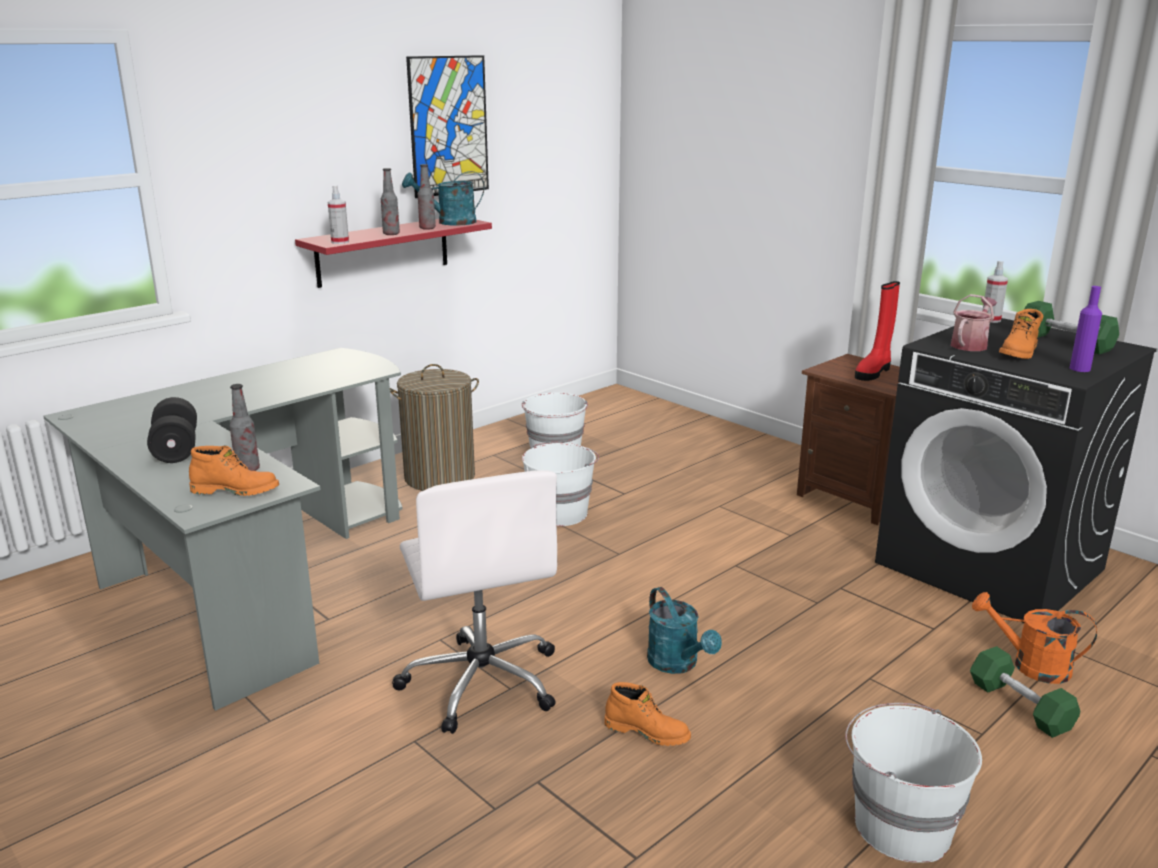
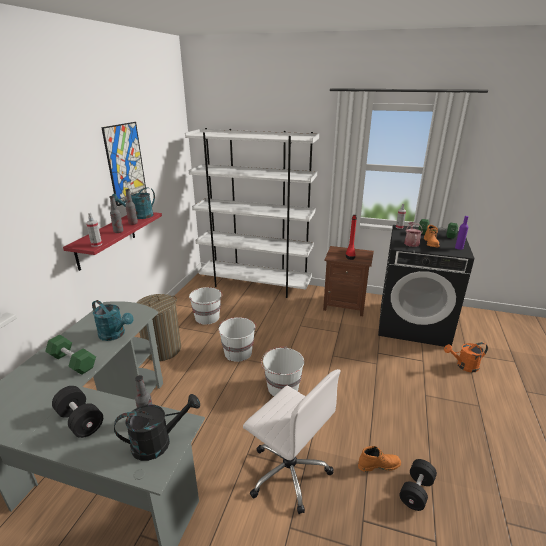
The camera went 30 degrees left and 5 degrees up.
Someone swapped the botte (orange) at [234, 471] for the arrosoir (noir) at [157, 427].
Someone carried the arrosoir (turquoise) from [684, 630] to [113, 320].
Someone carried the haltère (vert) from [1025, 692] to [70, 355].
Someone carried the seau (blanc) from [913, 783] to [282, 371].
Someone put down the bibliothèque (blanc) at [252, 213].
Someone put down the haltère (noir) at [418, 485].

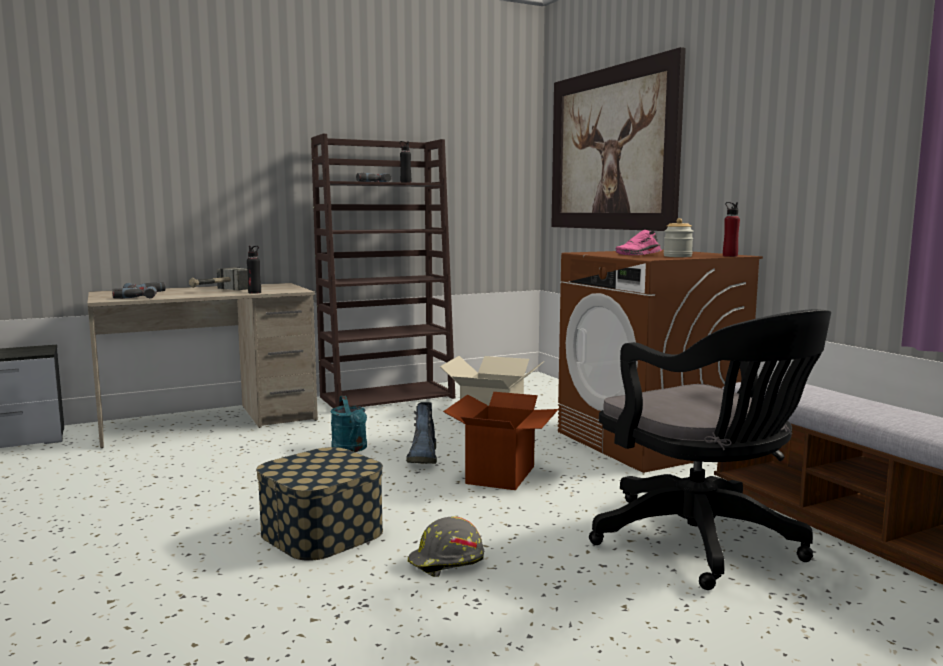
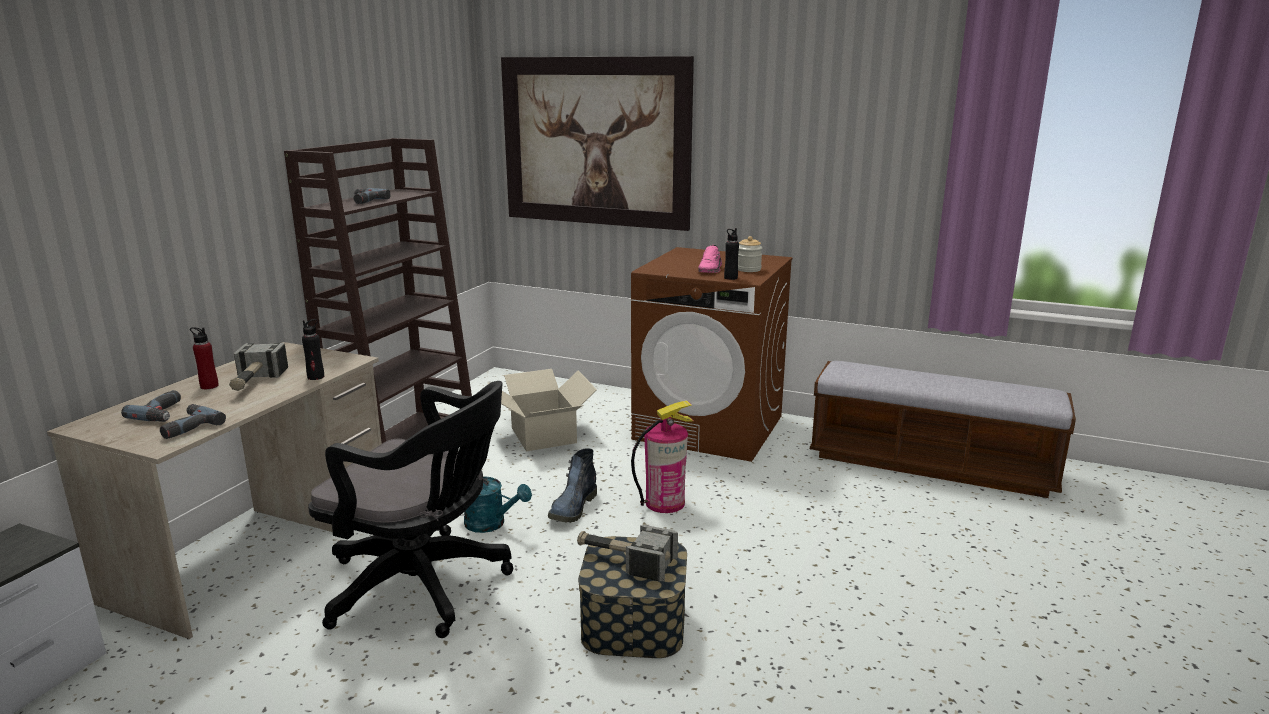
The camera went 40 degrees left and 10 degrees up.
Someone carried the bouteille (noir) from [405, 162] to [731, 254].
Someone carried the bouteille (rouge) from [731, 229] to [204, 358].
Someone carried the chaise de bureau (noir) from [710, 449] to [411, 509].
Someone swapped the carton at [501, 441] for the extincteur at [662, 457].
Someone rotated the botte at [421, 433] by 60 degrees clockwise.
Someone took away the casque de chantier (gris) at [446, 546].
Someone put down the marteau at [627, 553].

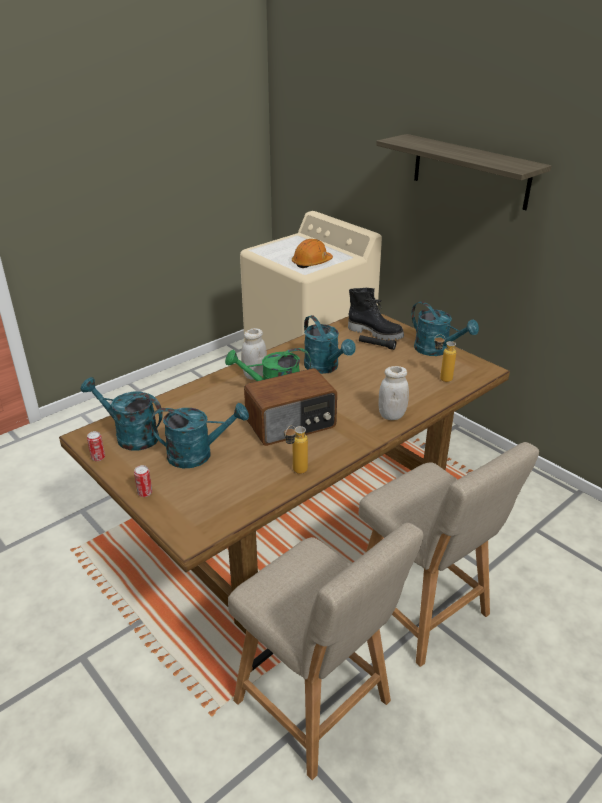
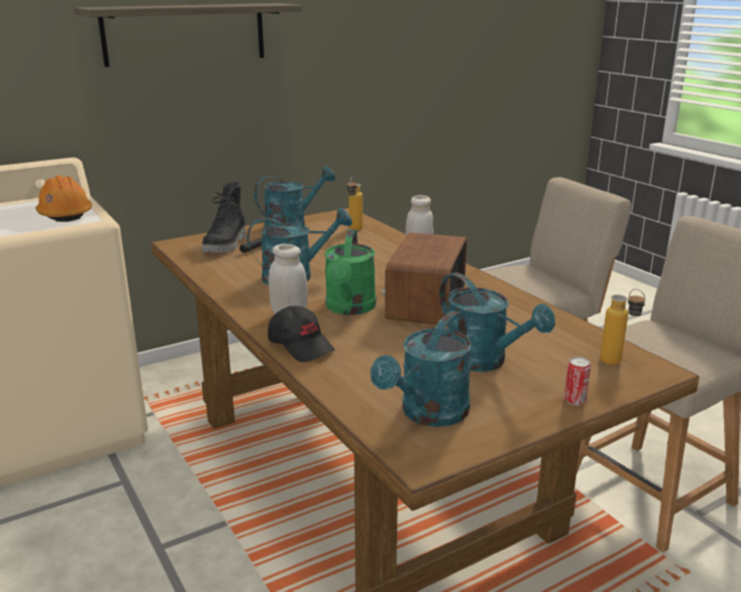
The camera went 80 degrees left and 10 degrees down.
Someone rotated the botte (noir) at [376, 314] by 150 degrees clockwise.
Someone rotated the radio at [290, 407] by 150 degrees counterclockwise.
Someone rotated the arrosoir (turquoise) at [199, 435] by 135 degrees clockwise.
Someone carried the bouteille from [296, 449] to [622, 327].
Someone took away the boîte métallique at [96, 446].
Someone put down the casquette (noir) at [301, 334].

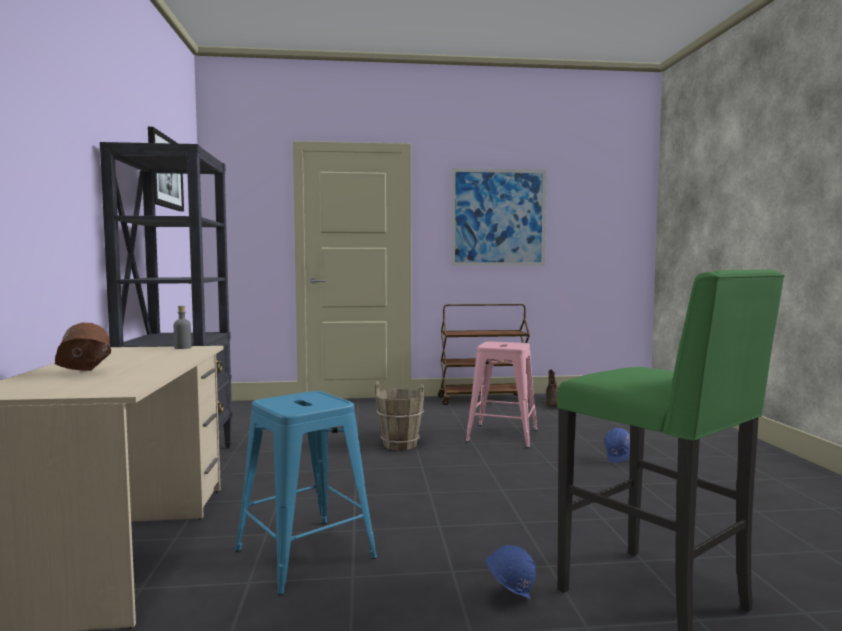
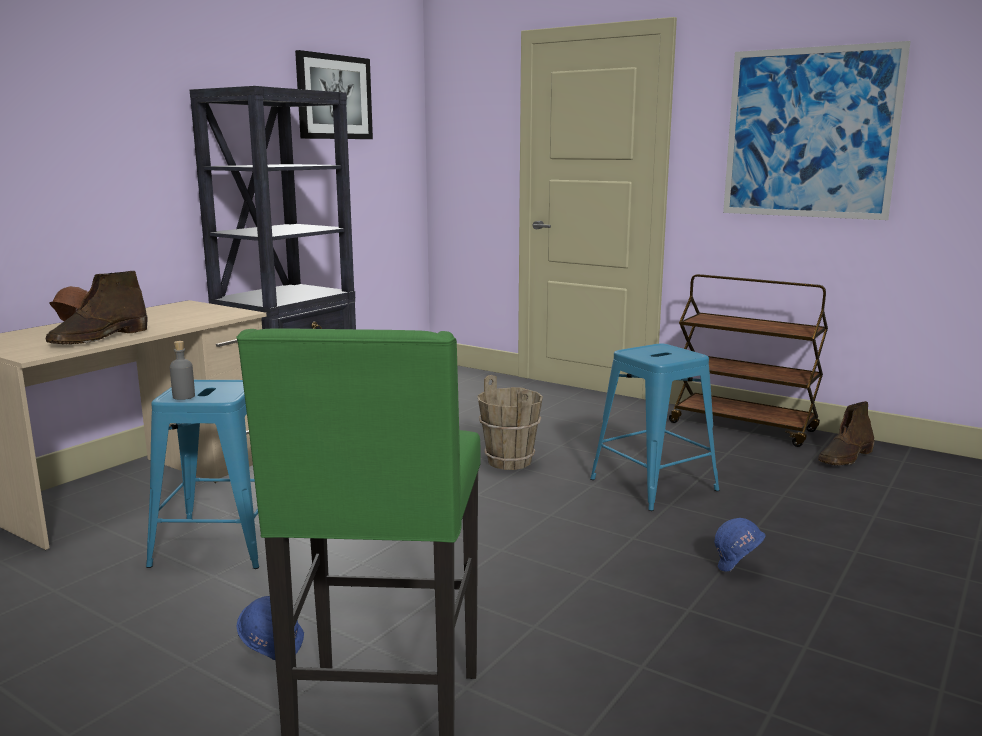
The camera went 40 degrees right and 10 degrees up.
Someone carried the bouteille (gris) from [182, 327] to [182, 370].
Someone repainted the tabouret (rose) at [501, 394], which became the tabouret (bleu) at [654, 427].
Someone put down the botte (marron) at [96, 307].

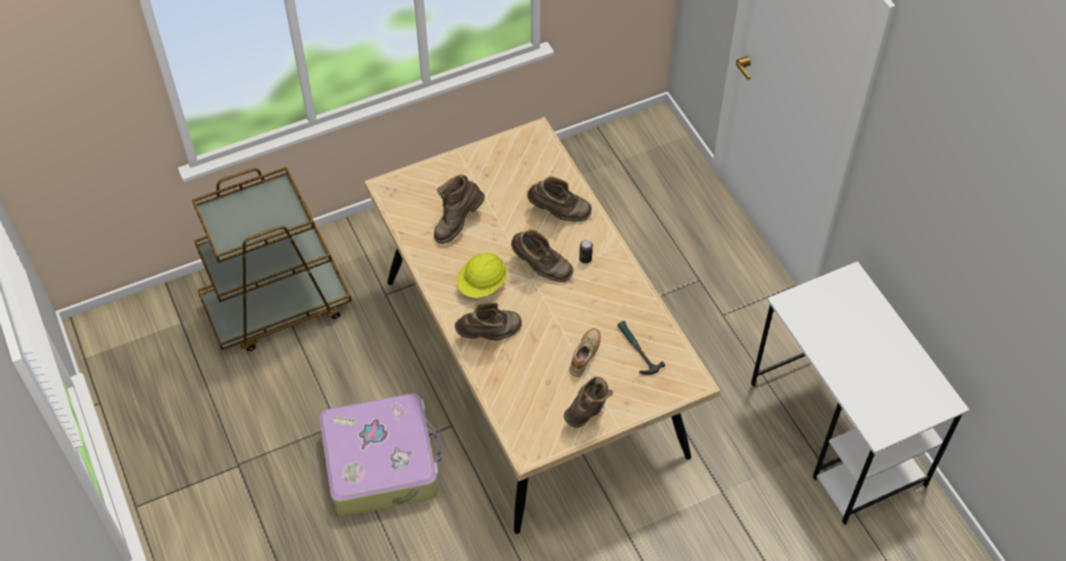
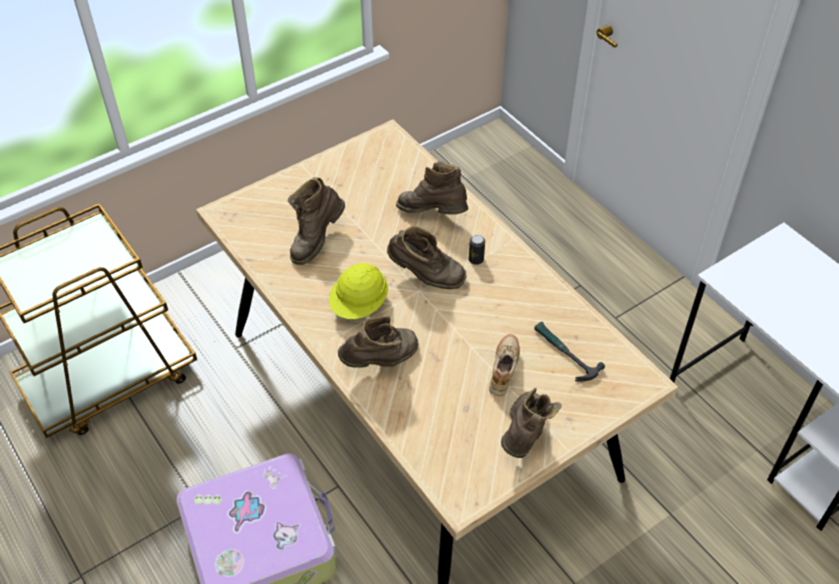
The camera went 10 degrees left and 5 degrees down.
Someone rotated the botte (marron) at [559, 198] by 150 degrees counterclockwise.

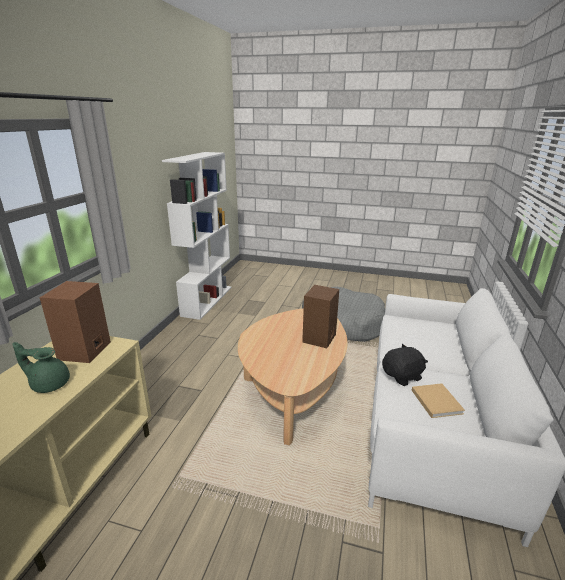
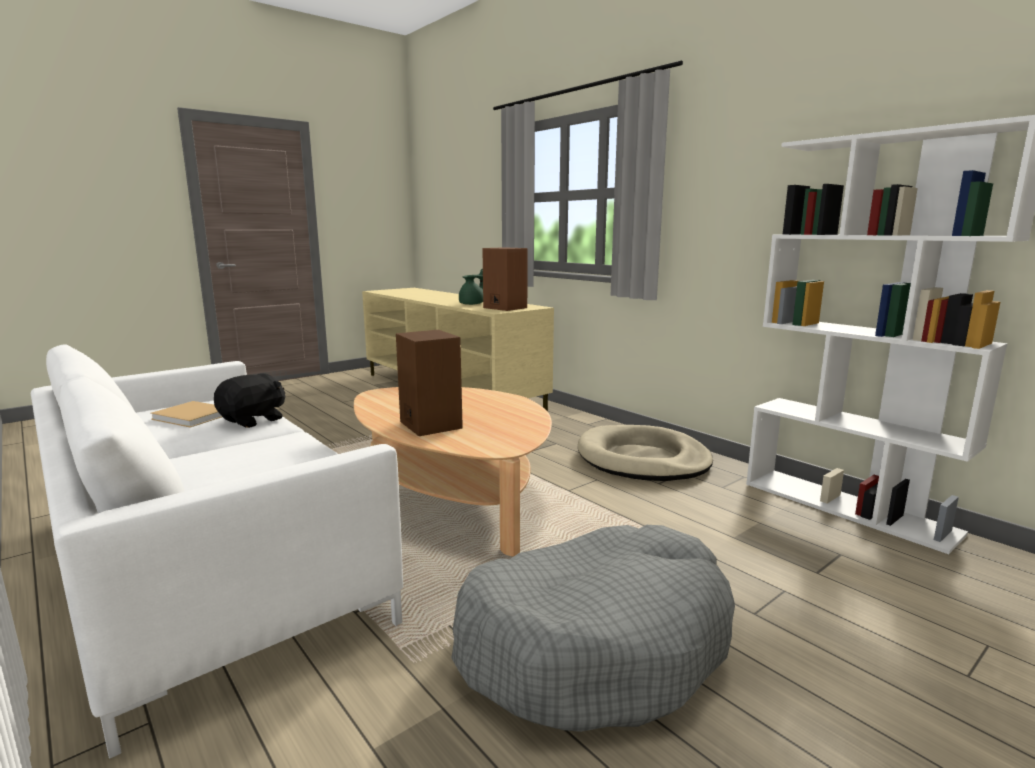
The camera went 125 degrees right and 10 degrees down.
Someone rotated the peluche (noir) at [405, 365] by 150 degrees counterclockwise.
Someone put down the panier pour chien (beige) at [645, 453].

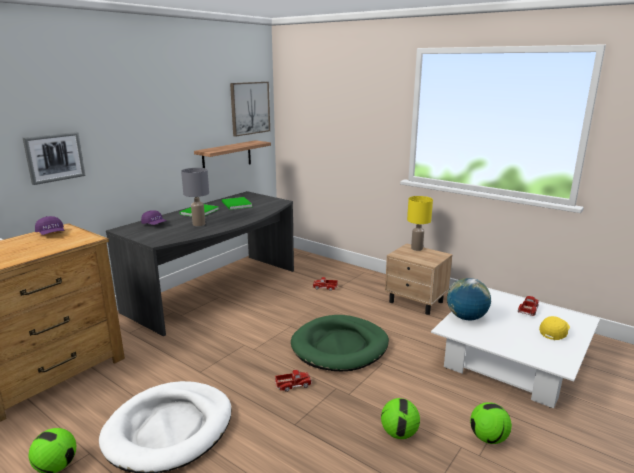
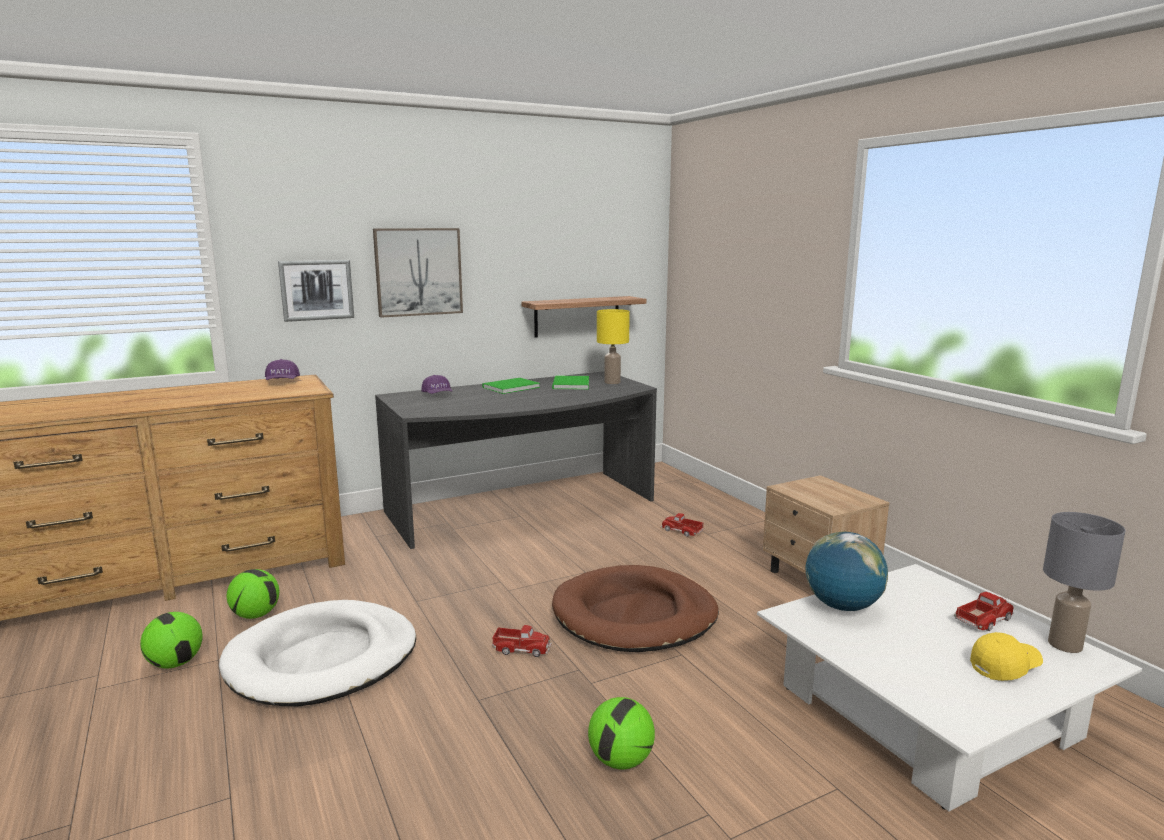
The camera went 25 degrees right and 5 degrees down.
Someone carried the tableau from [250, 109] to [418, 273].
Someone carried the lampe de table (gris) from [195, 197] to [1084, 582].
Someone carried the lampe de table (jaune) from [420, 223] to [613, 346].
Someone repainted the panier pour chien (vert) at [340, 343], which became the panier pour chien (marron) at [635, 608].
Someone carried the ballon de foot from [491, 423] to [253, 594].

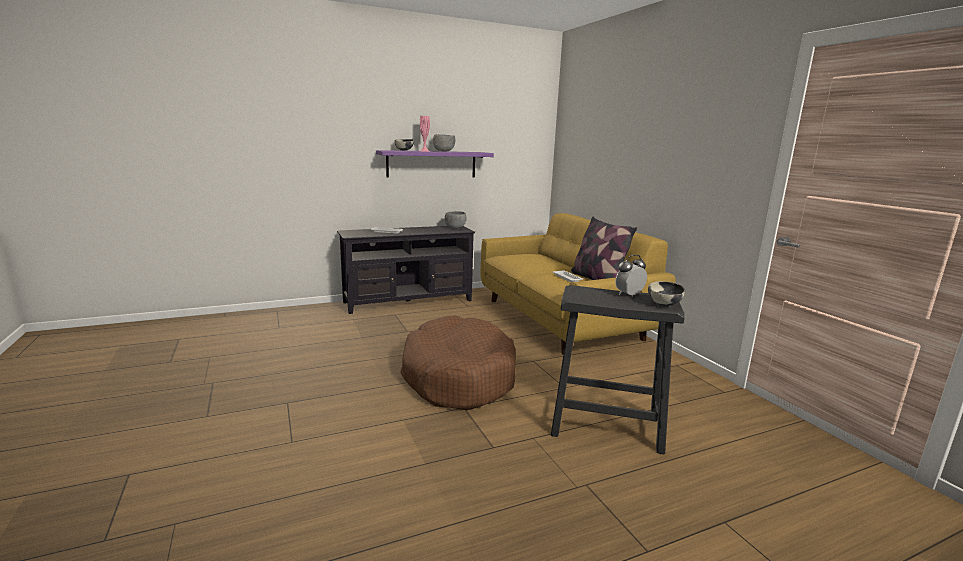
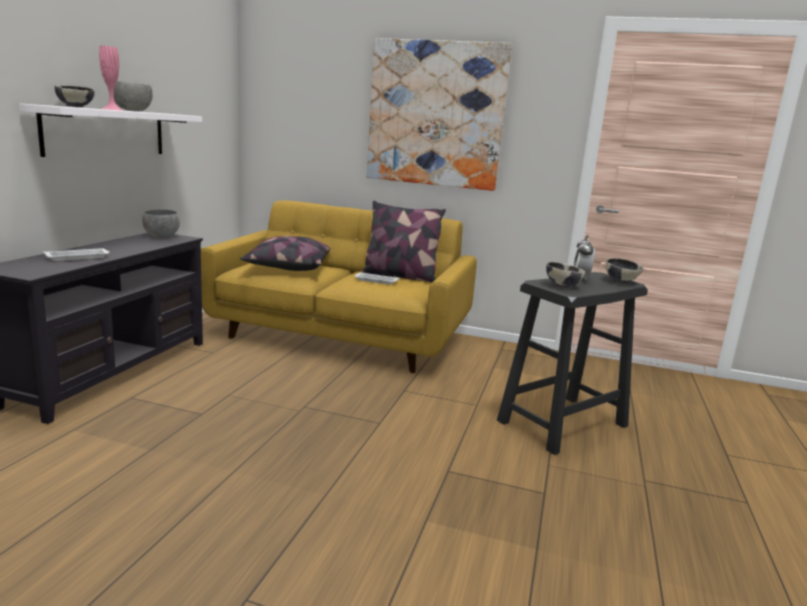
The camera went 50 degrees left and 0 degrees up.
Someone repainted the étagère (violet) at [435, 164], which became the étagère (blanc) at [110, 130].
Someone took away the panier pour chien (marron) at [458, 363].
Someone put up the tableau at [439, 114].
Someone put down the coussin at [285, 253].
Someone put down the bol at [565, 275].

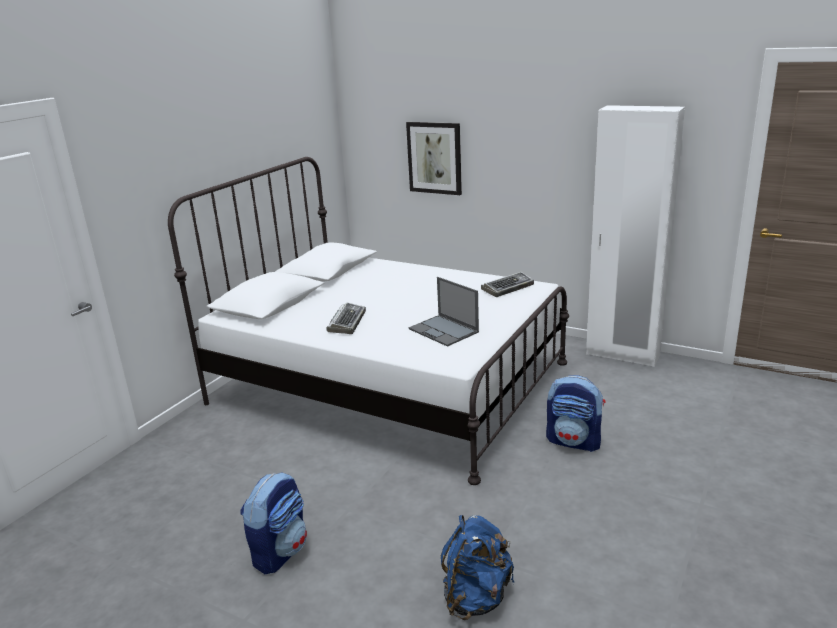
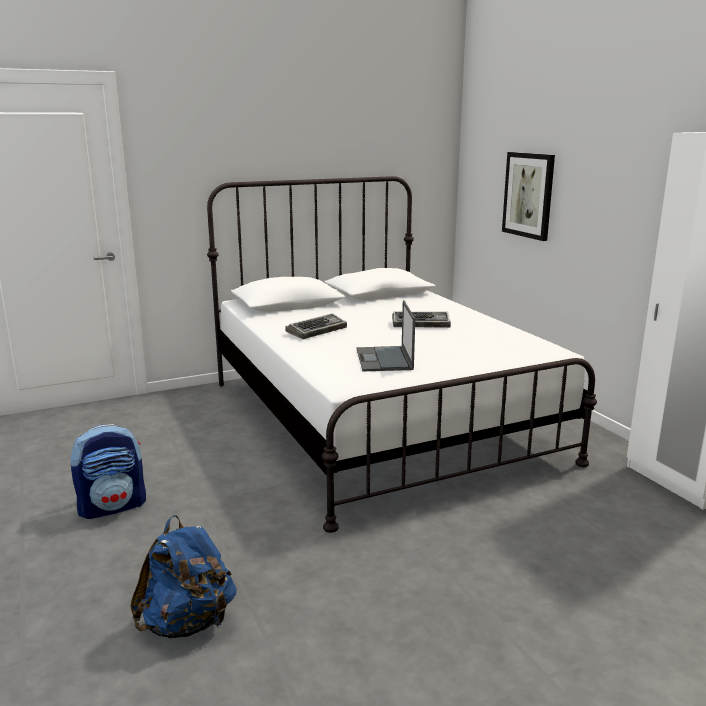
The camera went 35 degrees right and 5 degrees down.
Someone carried the clavier from [507, 284] to [421, 319].
Someone took away the sac à dos at [575, 413].

